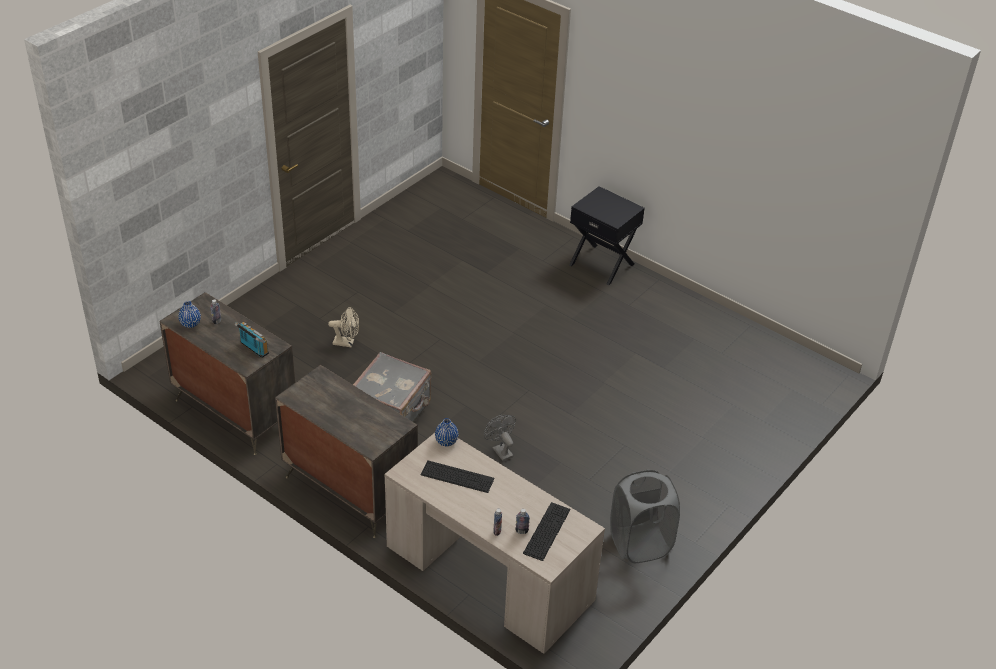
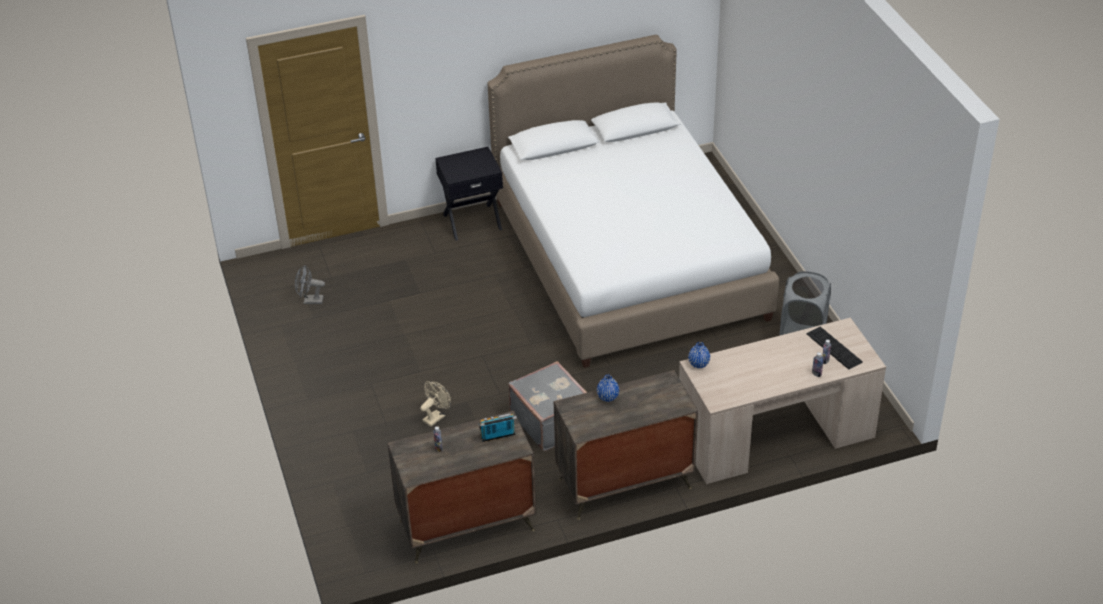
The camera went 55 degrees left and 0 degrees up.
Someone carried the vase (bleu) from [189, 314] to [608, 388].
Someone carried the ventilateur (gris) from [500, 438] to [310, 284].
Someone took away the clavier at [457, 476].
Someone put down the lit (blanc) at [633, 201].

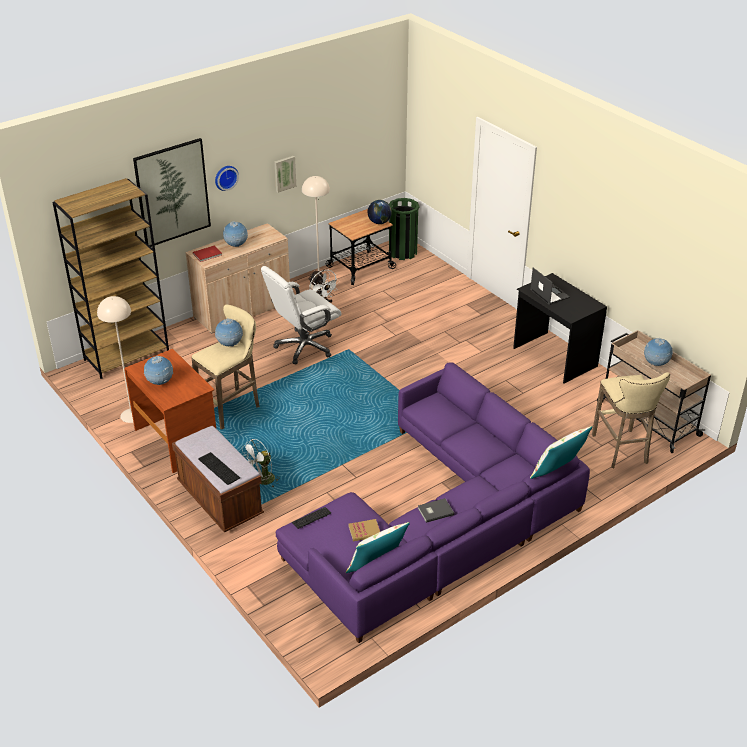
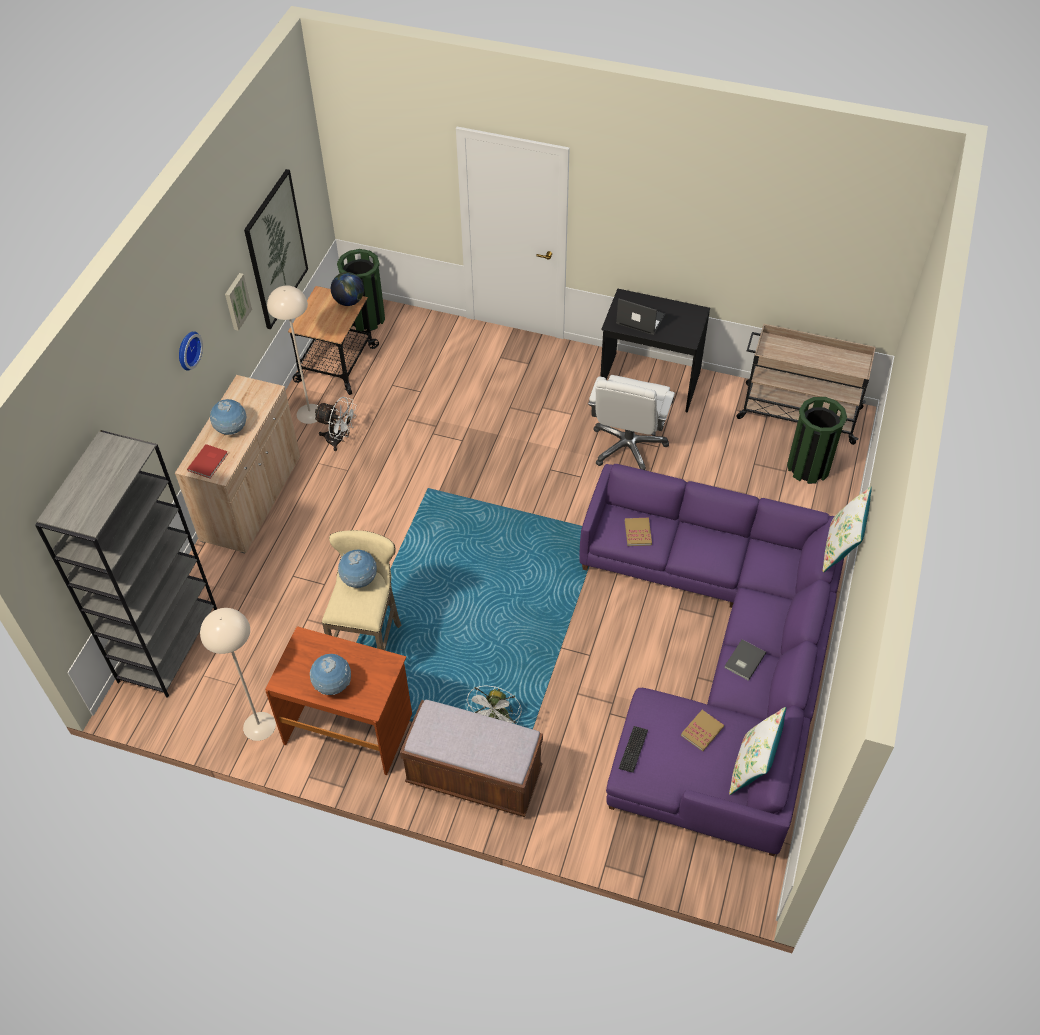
The camera went 35 degrees left and 15 degrees up.
Someone carried the tableau from [172, 192] to [276, 249].
Someone repainted the bibliothèque (marron) at [110, 278], which became the bibliothèque (gris) at [126, 564].
Someone carried the chaise de bureau (blanc) from [301, 315] to [631, 422].
Someone took away the globe at [658, 352].
Someone swapped the tabouret (beige) at [631, 420] for the poubelle (vert) at [817, 440].
Someone took away the clavier at [219, 468].
Someone put down the livre at [638, 532].

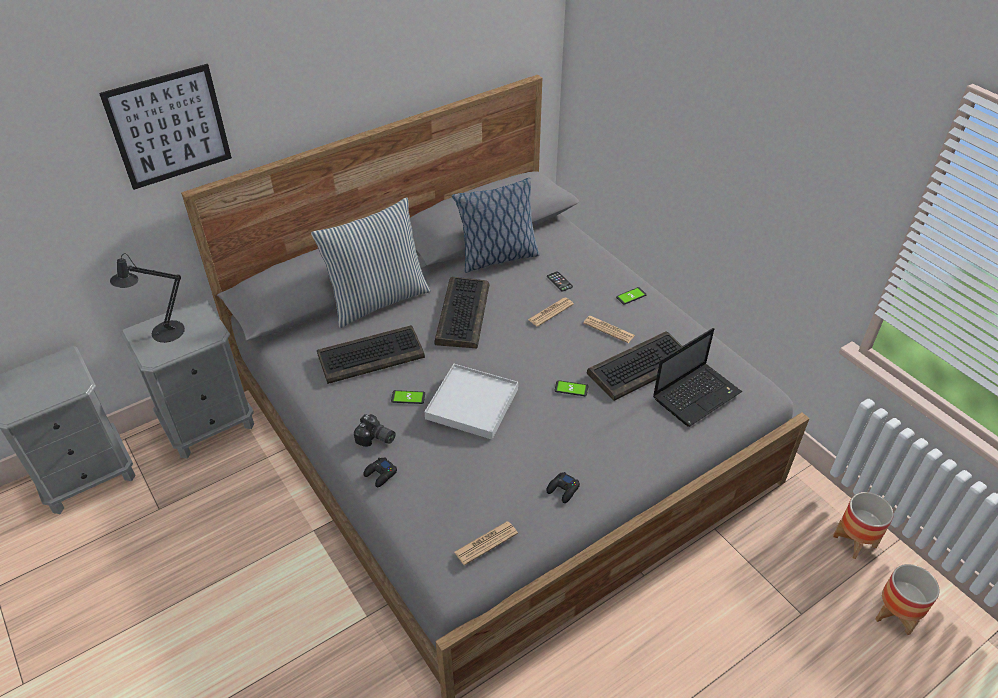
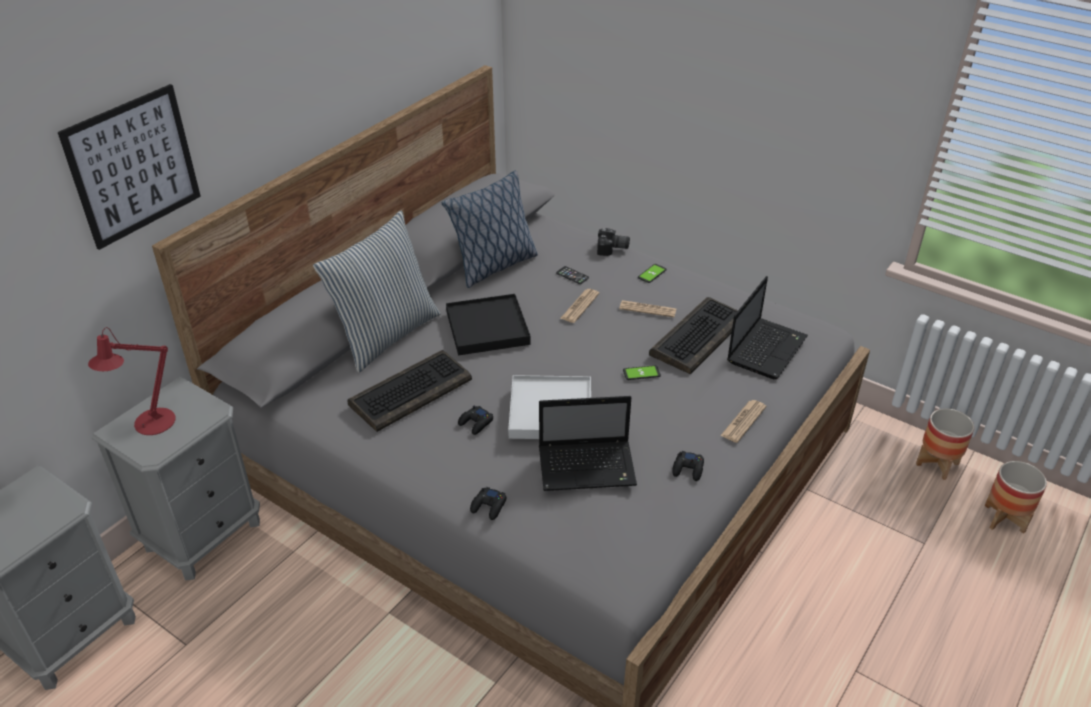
The camera went 20 degrees left and 5 degrees down.
Someone repainted the lampe de table (noir) at [147, 298], which became the lampe de table (rouge) at [132, 381].
Someone swapped the clavier at [461, 313] for the plateau (noir) at [488, 324].
Someone swapped the téléphone at [408, 397] for the manette (noir) at [475, 420].
Someone carried the appareil photo from [375, 430] to [613, 242].
Someone carried the journal from [486, 543] to [743, 421].
Someone put down the ordinateur portable at [588, 443].

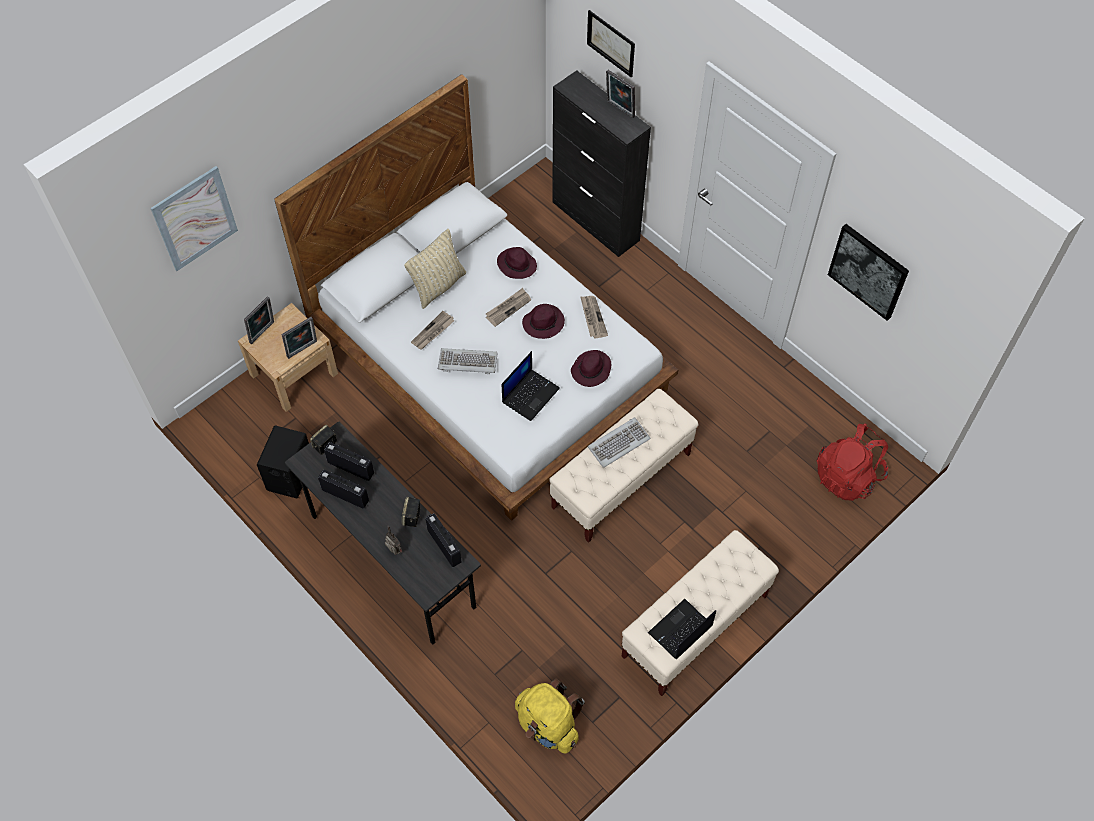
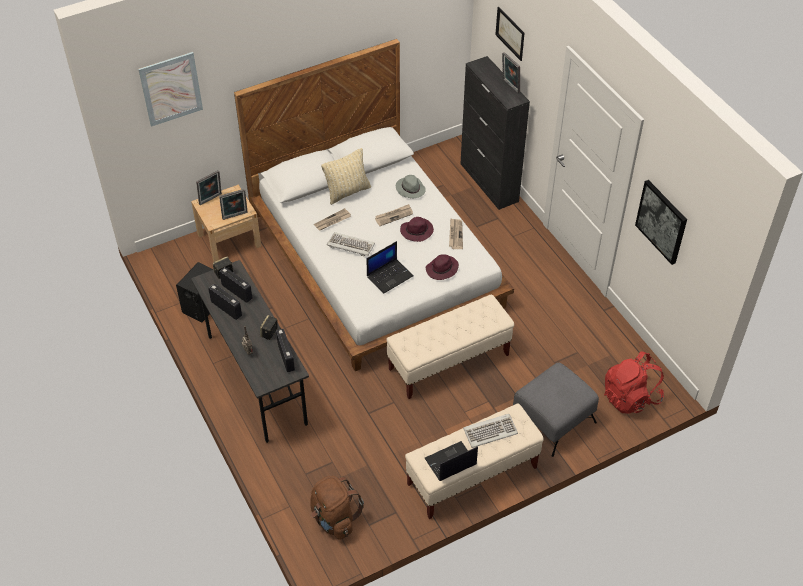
The camera went 15 degrees right and 10 degrees down.
Someone repainted the chapeau (violet) at [517, 263], which became the chapeau (gris) at [411, 186].
Someone carried the clavier from [619, 442] to [490, 431].
Someone repainted the sac à dos (jaune) at [550, 716], which became the sac à dos (marron) at [337, 508].
Someone put down the pouf (gris) at [556, 409].

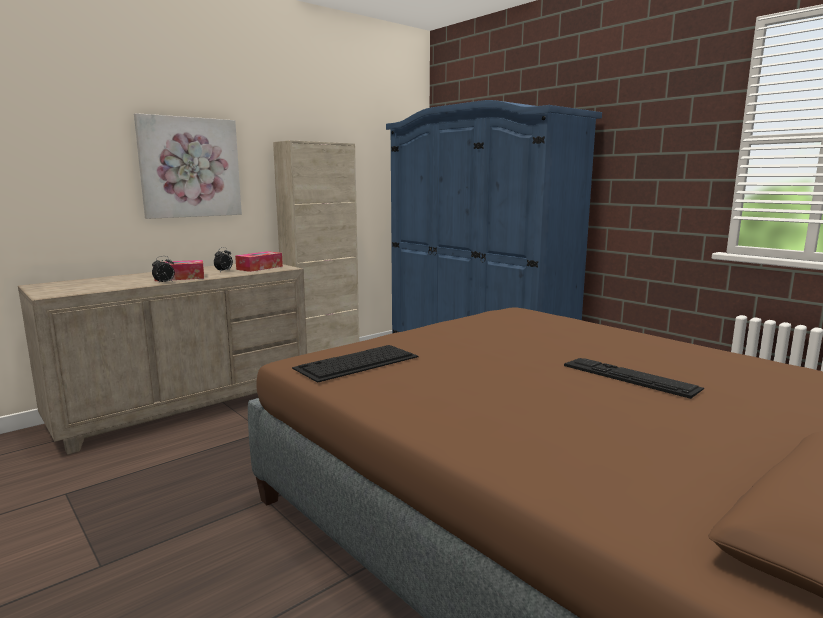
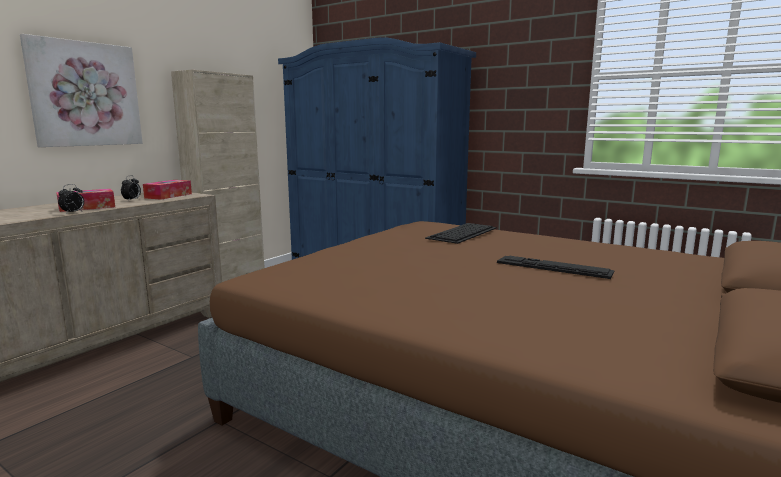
The camera went 15 degrees left and 0 degrees up.
Someone carried the clavier from [355, 364] to [461, 233].

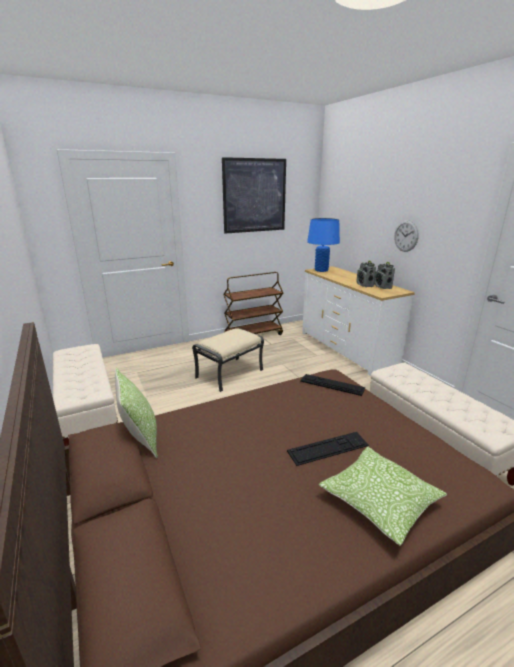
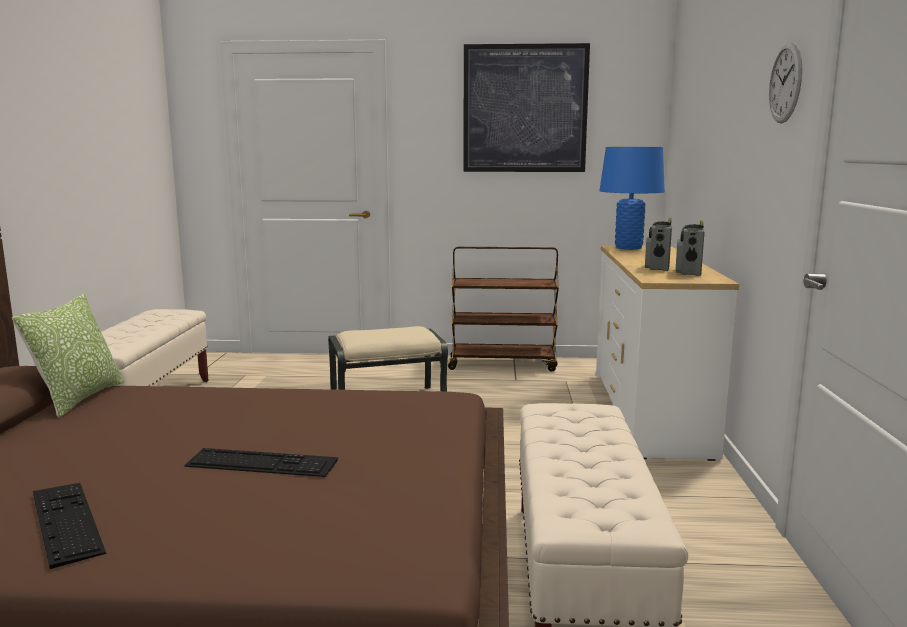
The camera went 30 degrees right and 10 degrees down.
Someone carried the horloge murale from [406, 236] to [785, 82].
Someone carried the clavier from [332, 385] to [69, 526].
Someone took away the coussin at [383, 496].

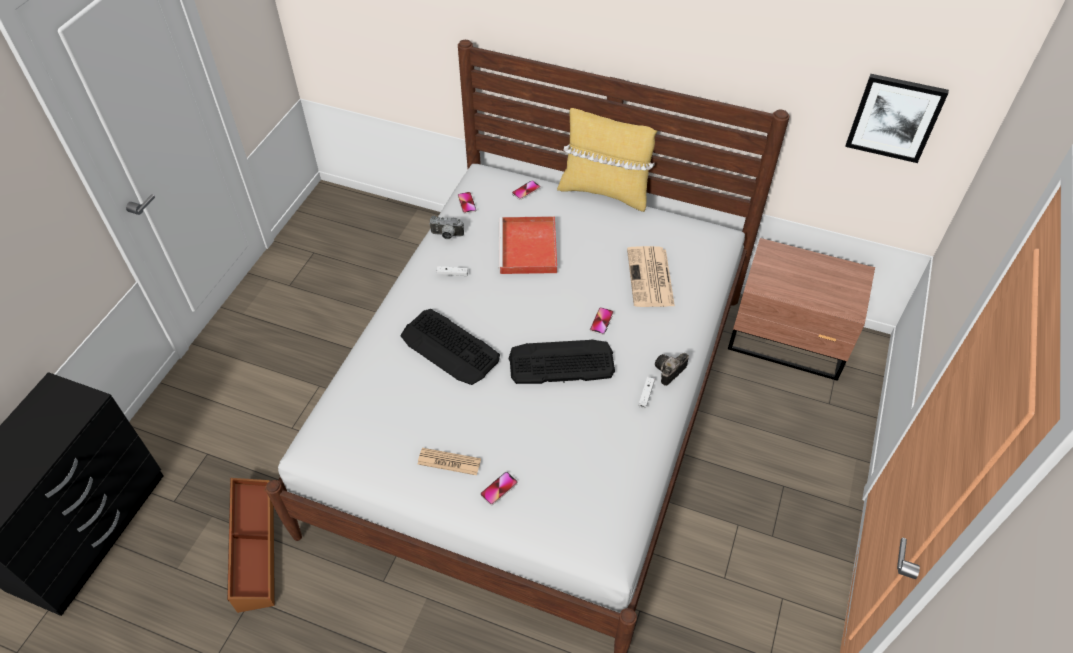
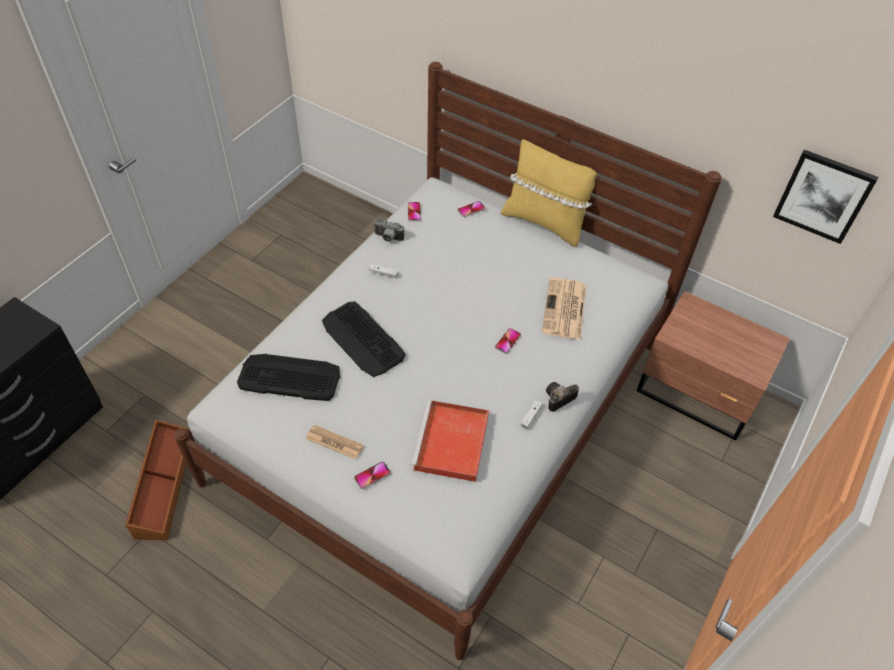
The camera went 10 degrees right and 0 degrees up.
Someone carried the plateau (rouge) from [527, 245] to [450, 441].
Someone carried the clavier from [561, 361] to [288, 377].

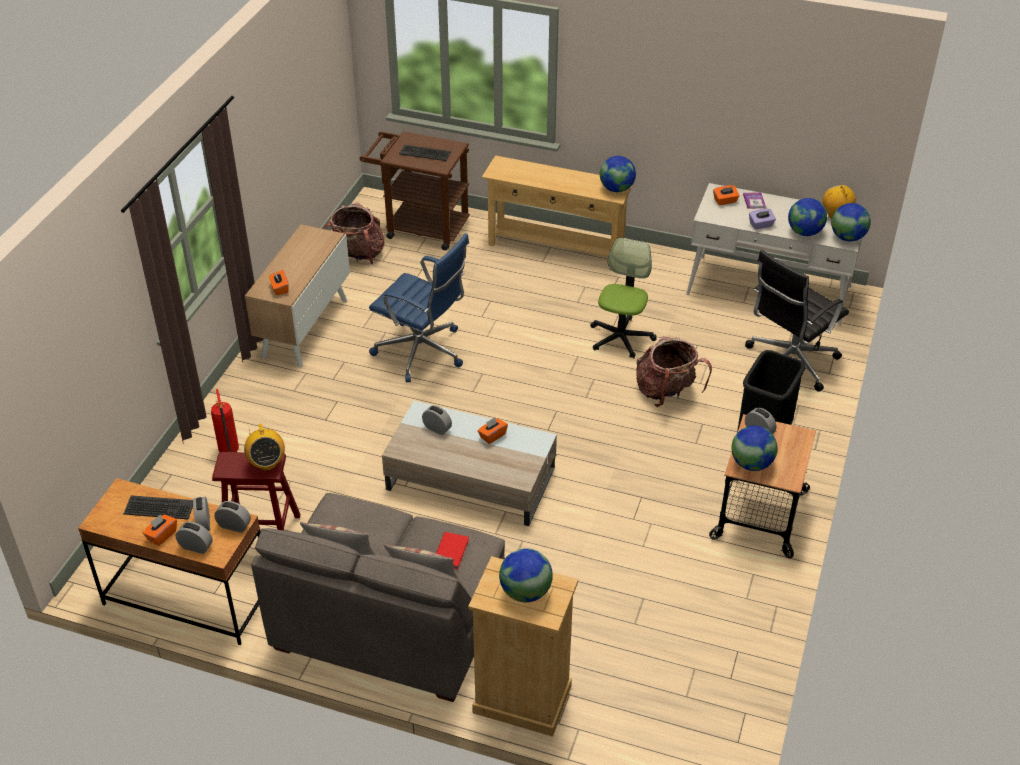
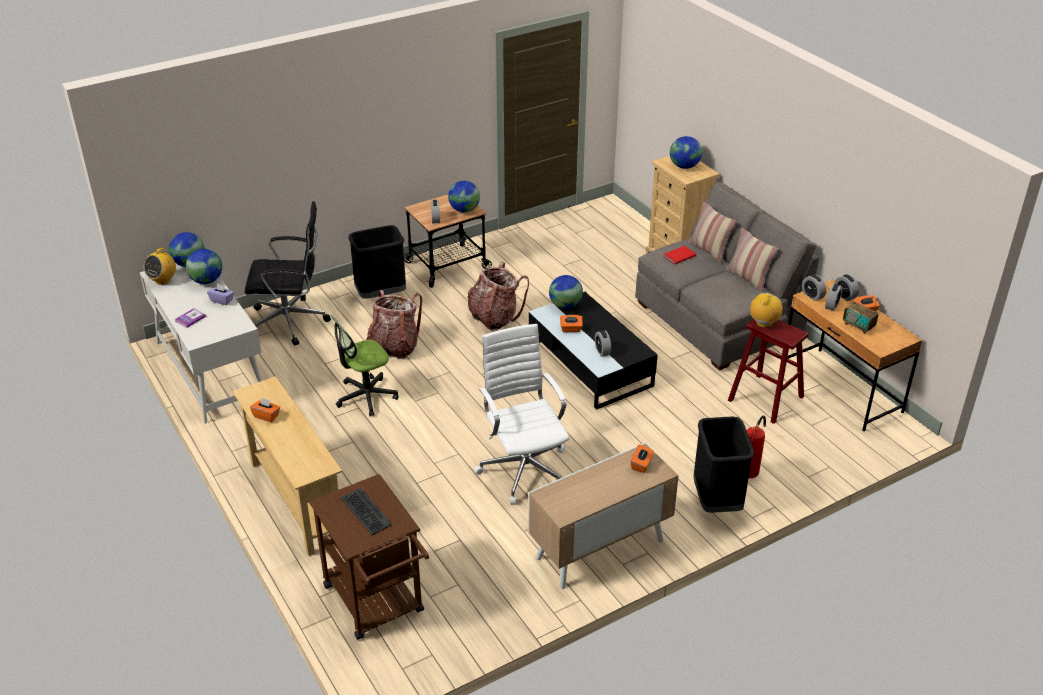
The camera went 140 degrees left and 5 degrees down.
Someone carried the globe from [618, 174] to [566, 292].
Someone carried the boîte à mouchoirs (orange) from [726, 195] to [265, 409].
Someone carried the sac à dos from [354, 233] to [498, 295].
Someone repainted the chaise de bureau (bleu) at [419, 307], which became the chaise de bureau (blanc) at [521, 414].
Someone repainted the table basse (beige) at [469, 463], which became the table basse (noir) at [593, 351].
Someone swapped the clavier at [158, 507] for the radio at [860, 316].
Someone put down the poubelle (noir) at [723, 464].

